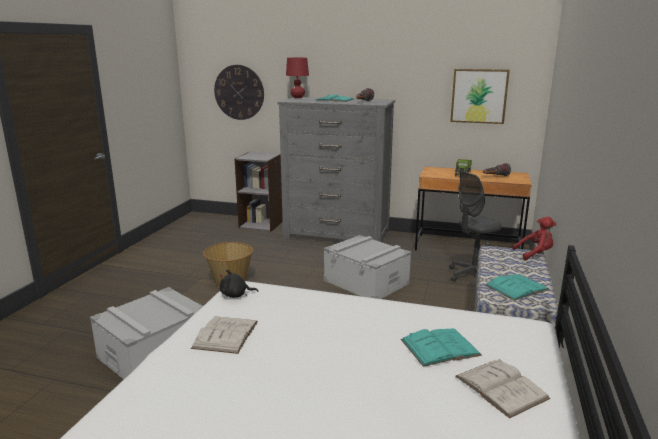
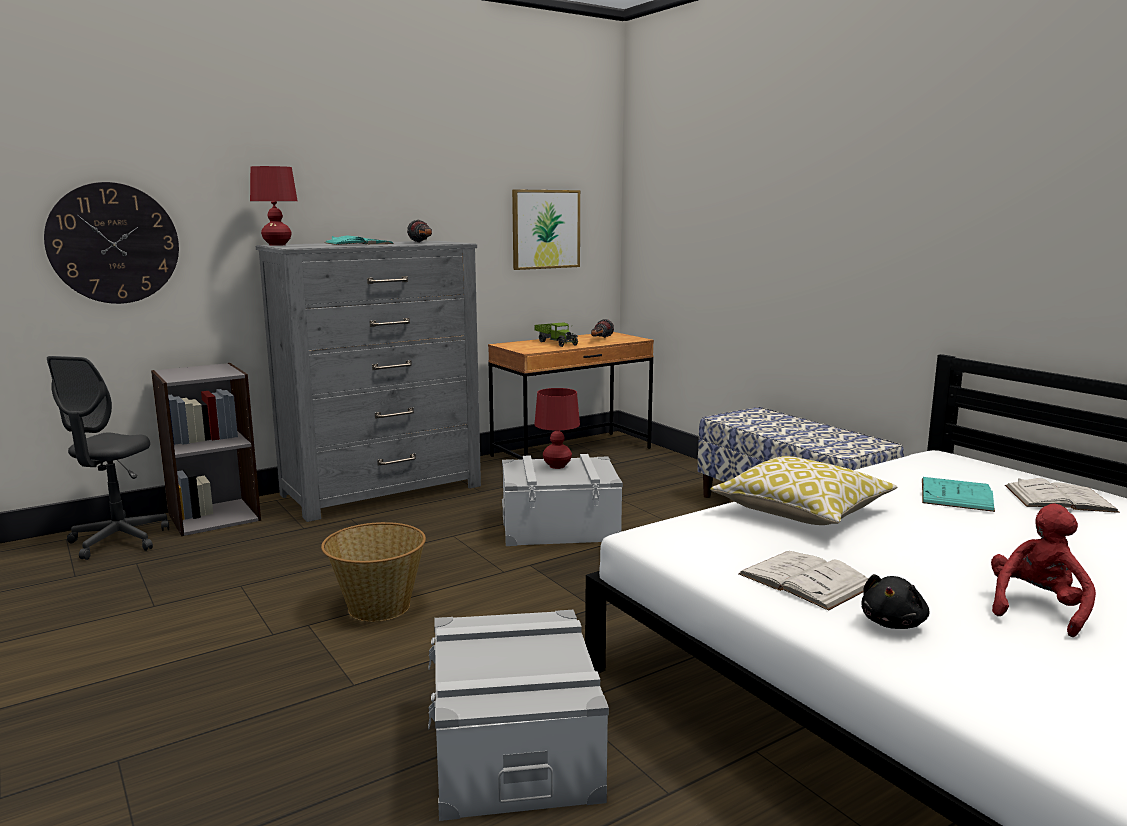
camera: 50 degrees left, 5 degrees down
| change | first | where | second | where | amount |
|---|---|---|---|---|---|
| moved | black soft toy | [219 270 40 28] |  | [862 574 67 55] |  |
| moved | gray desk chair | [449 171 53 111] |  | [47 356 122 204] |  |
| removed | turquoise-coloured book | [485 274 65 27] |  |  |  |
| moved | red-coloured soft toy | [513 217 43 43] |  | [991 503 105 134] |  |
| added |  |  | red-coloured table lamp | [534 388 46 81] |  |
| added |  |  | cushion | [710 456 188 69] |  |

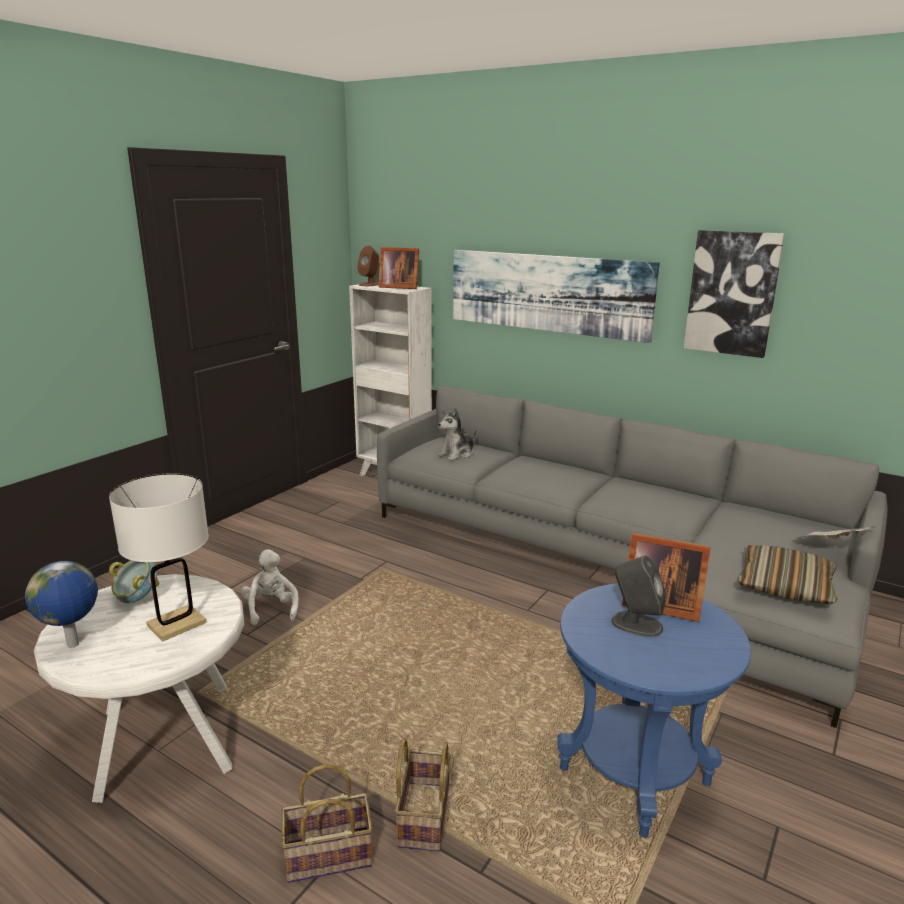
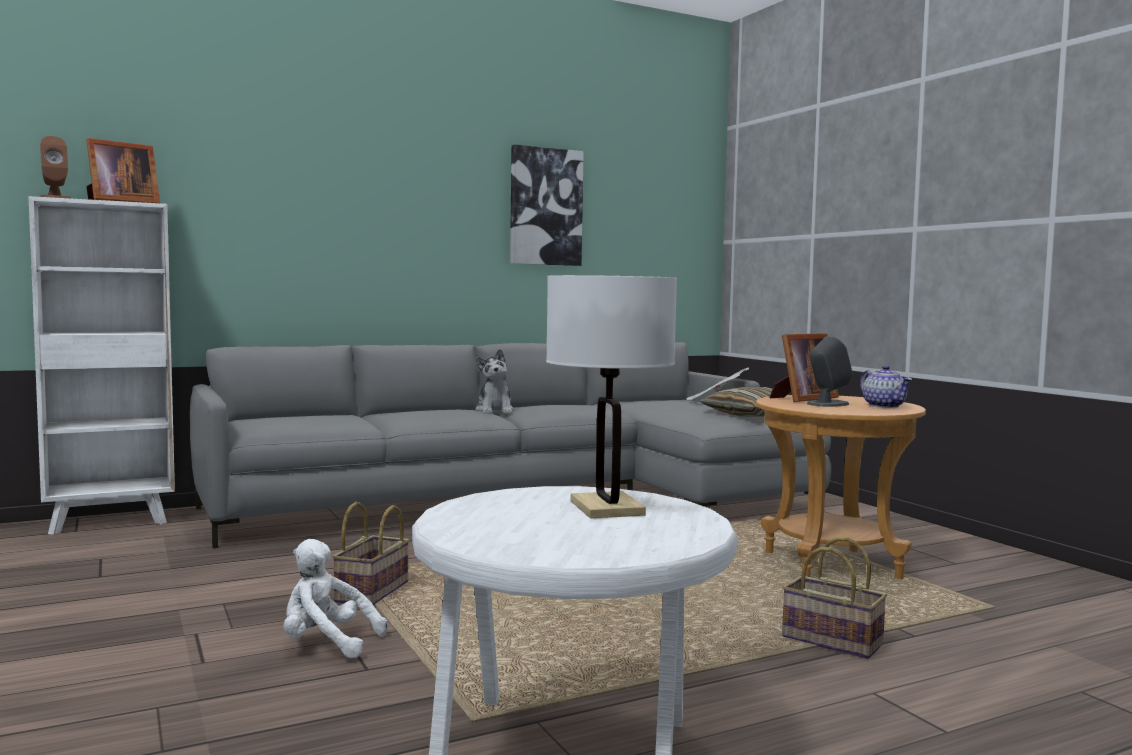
camera: 60 degrees left, 15 degrees down
| change | first | where | second | where | amount |
|---|---|---|---|---|---|
| removed | globe | [25 561 73 87] |  |  |  |
| removed | deep dish | [109 560 50 43] |  |  |  |
| moved | household basket | [281 764 91 119] |  | [332 502 78 104] |  |
| moved | soft toy | [437 408 39 53] |  | [475 349 40 65] |  |
| removed | picture | [453 250 207 93] |  |  |  |
| recoloured | blue end table | [557 583 194 255] | brown end table | [756 395 170 184] |  |
| added |  |  | pot for tea | [860 365 52 43] |  |

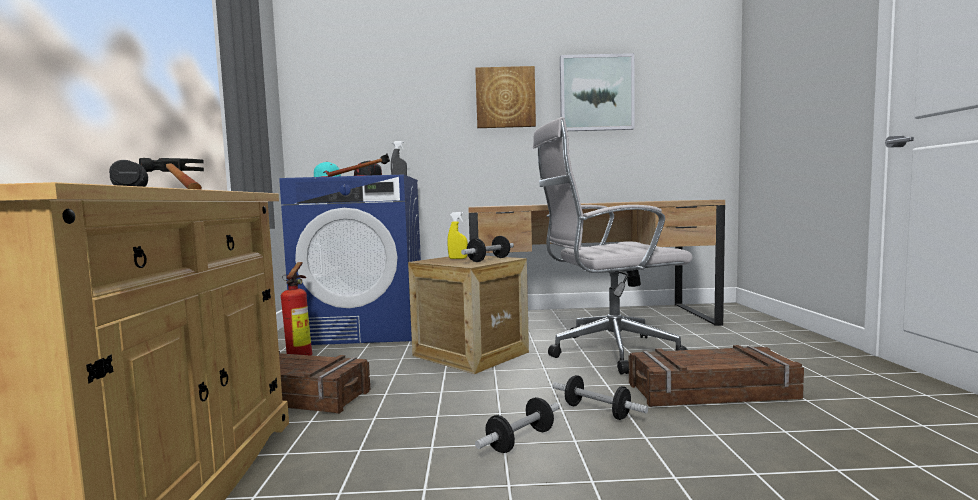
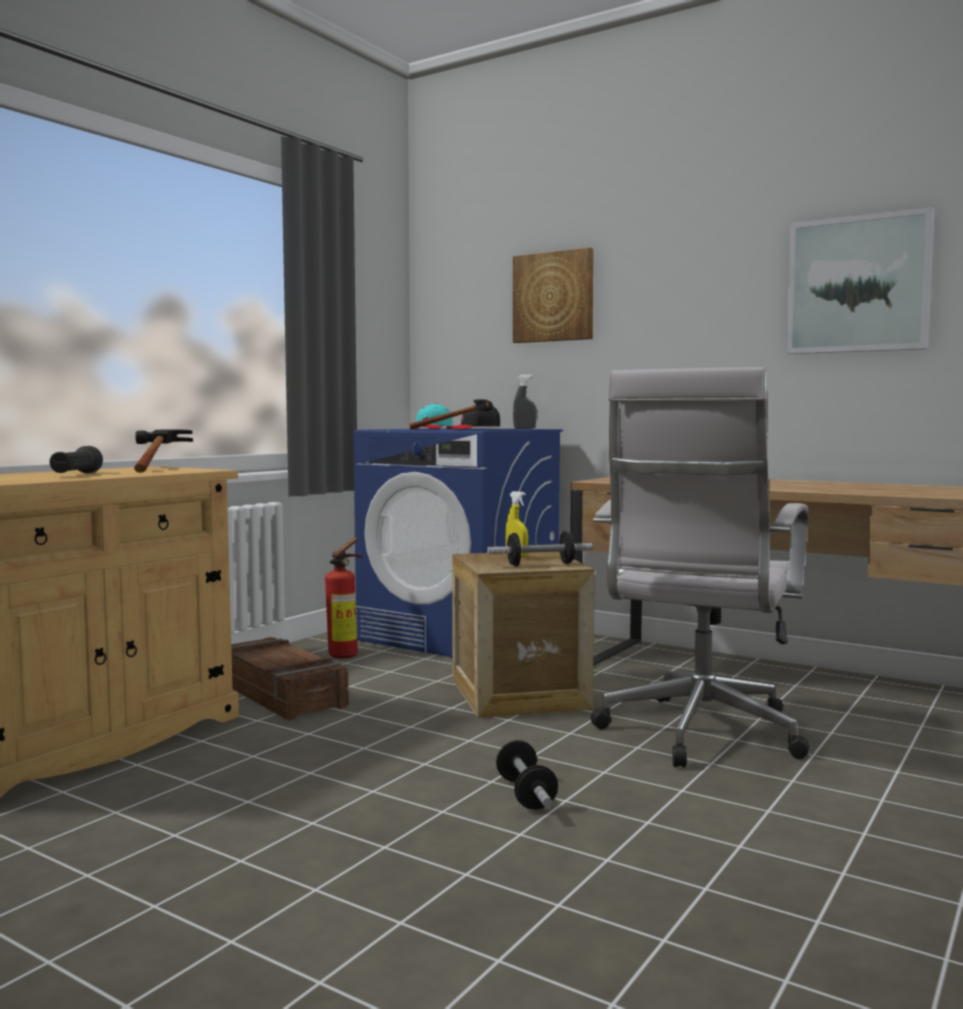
camera: 35 degrees right, 0 degrees up
| change | first | where | second | where | amount |
|---|---|---|---|---|---|
| moved | picture | [475 66 61 62] |  | [513 247 80 96] |  |
| removed | hand weight | [475 397 84 56] |  |  |  |
| turned | white-coloured desk chair | [533 117 160 257] |  | [591 367 219 400] | 90 degrees counterclockwise |
| removed | shipping crate | [629 345 175 62] |  |  |  |

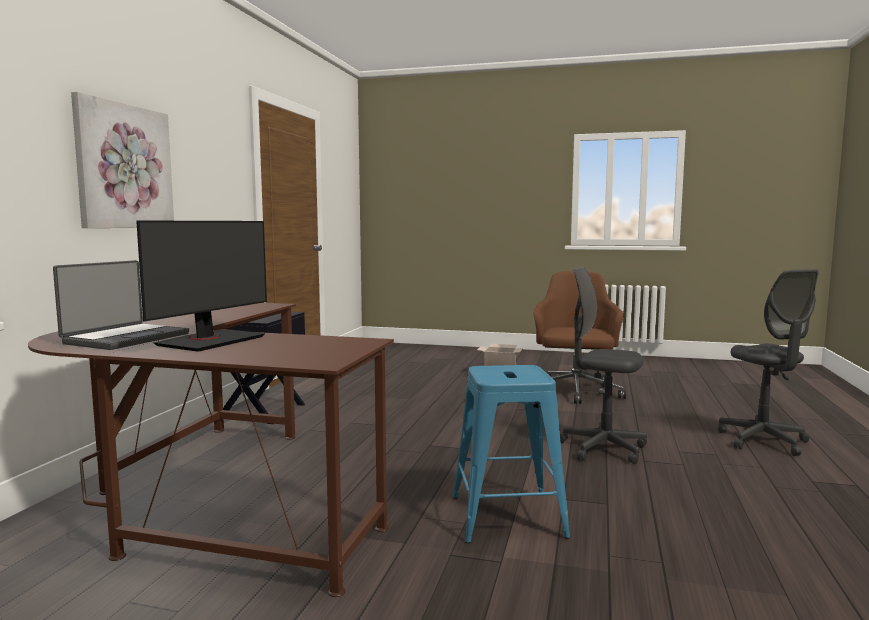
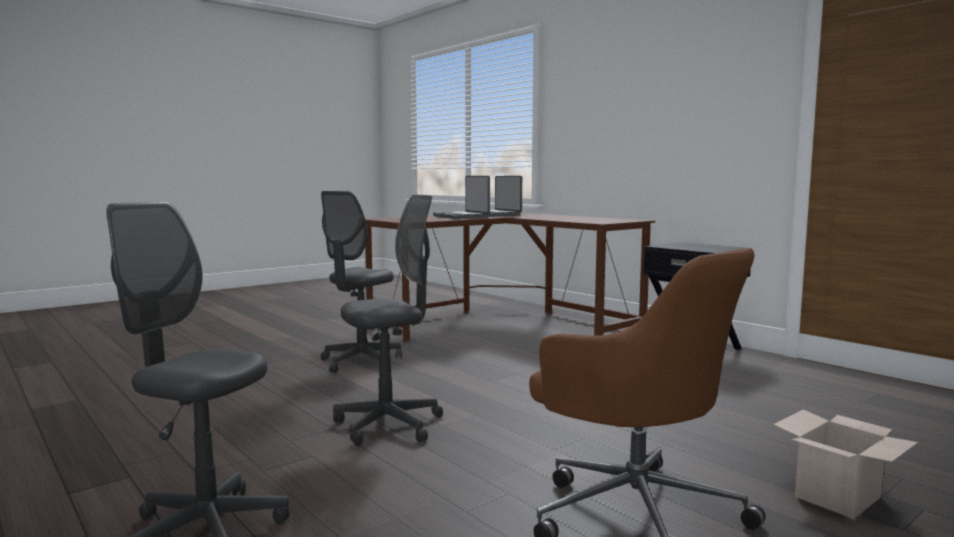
camera: 125 degrees right, 0 degrees up
| change | first | where | second | where | amount |
|---|---|---|---|---|---|
| removed | picture | [71 92 103 136] |  |  |  |
| replaced | computer screen | [136 220 131 132] | laptop | [433 176 57 43] |  |
| replaced | blue stool seat | [453 365 117 178] | gray desk chair | [321 191 81 182] |  |

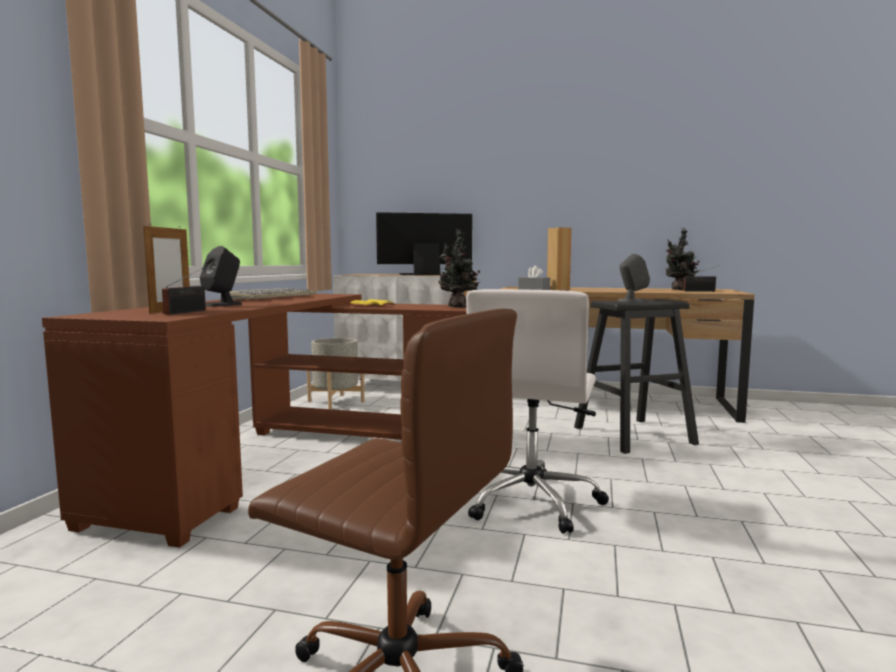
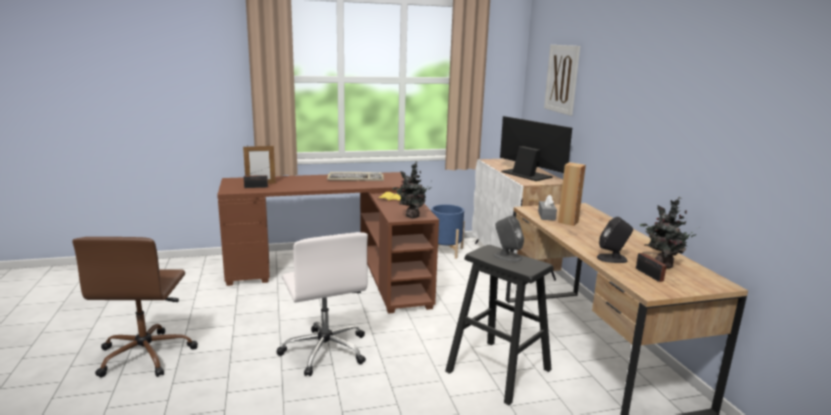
camera: 60 degrees right, 10 degrees up
| change | first | where | second | where | amount |
|---|---|---|---|---|---|
| moved | black loudspeaker | [200 246 42 61] |  | [597 217 36 46] |  |
| recoloured | gray flower pot | [307 338 58 71] | blue flower pot | [431 204 34 55] |  |
| turned | white-coloured desk chair | [466 289 143 245] |  | [276 232 92 144] | 105 degrees counterclockwise |
| added |  |  | picture | [544 45 36 71] |  |

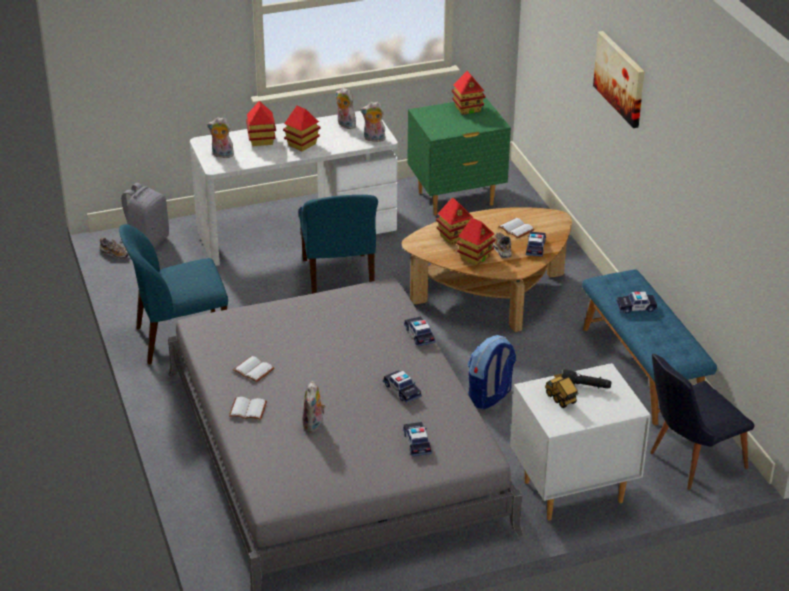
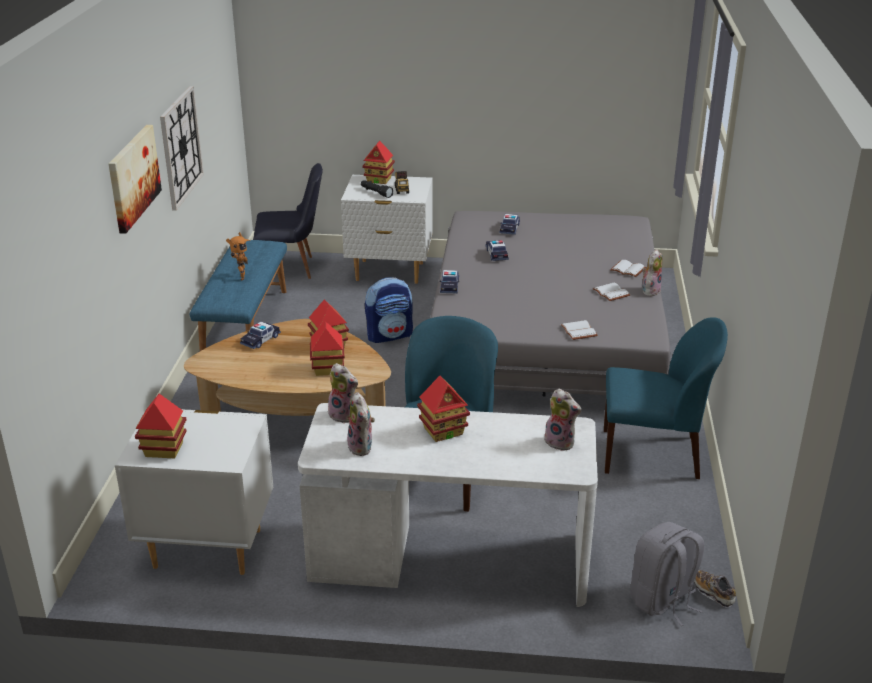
camera: 155 degrees left, 5 degrees down
| change | first | where | second | where | amount |
|---|---|---|---|---|---|
| moved | toy house | [246 101 30 45] |  | [362 141 33 43] |  |
| moved | soft toy | [302 381 24 51] |  | [642 249 21 47] |  |
| recoloured | green bedside table | [407 97 104 119] | white-coloured bedside table | [115 409 158 166] |  |
| removed | shoe | [493 233 19 25] |  |  |  |
| moved | white-coloured book | [498 218 37 21] |  | [561 320 37 20] |  |
| replaced | toy car | [616 291 41 22] | model robot | [226 232 24 49] |  |
| added |  |  | hanging clock | [160 86 44 125] |  |

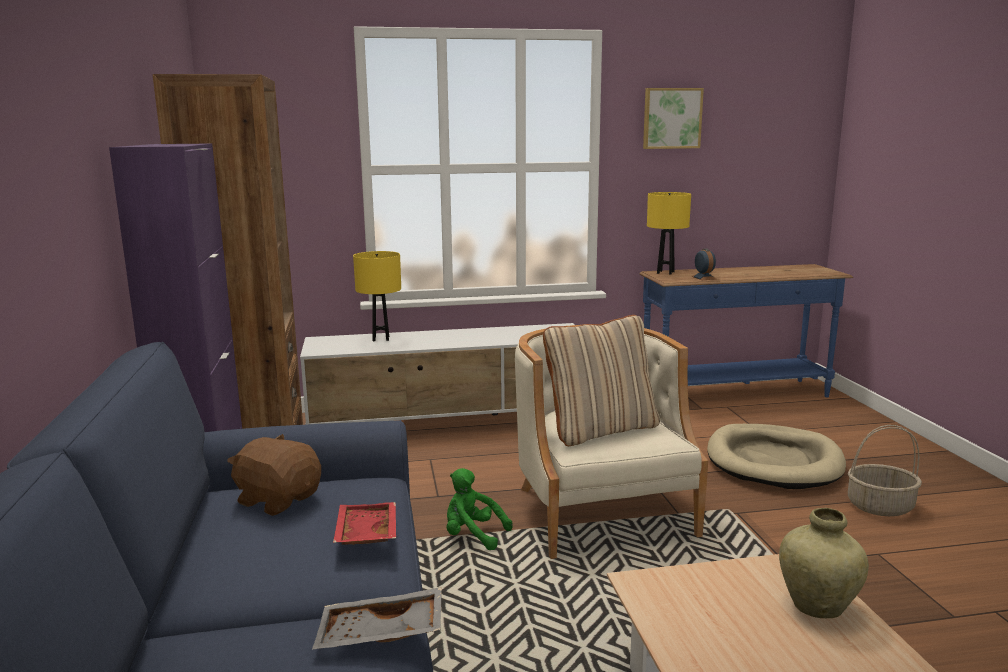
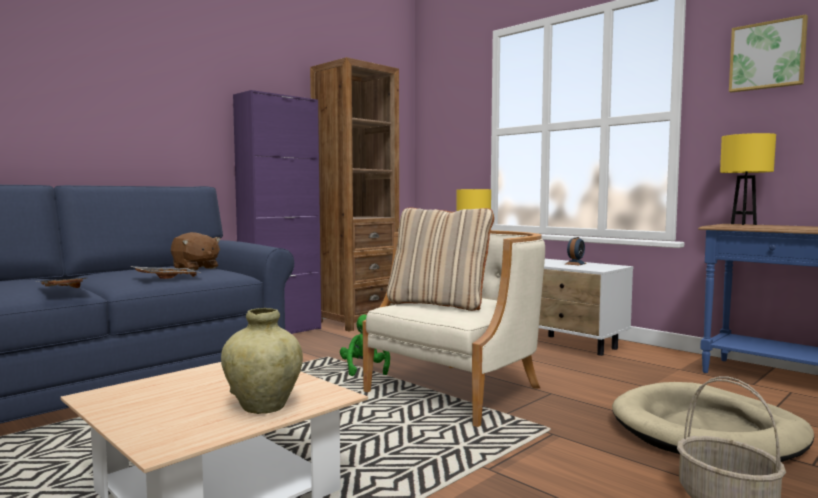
camera: 55 degrees right, 10 degrees down
| change | first | where | second | where | amount |
|---|---|---|---|---|---|
| turned | brown soft toy | [227 434 94 82] |  | [171 232 50 39] | 135 degrees clockwise |
| recoloured | red-coloured carrying tray | [333 502 63 43] | gray carrying tray | [131 266 66 13] |  |
| moved | bedside clock | [692 249 24 31] |  | [566 237 21 28] |  |

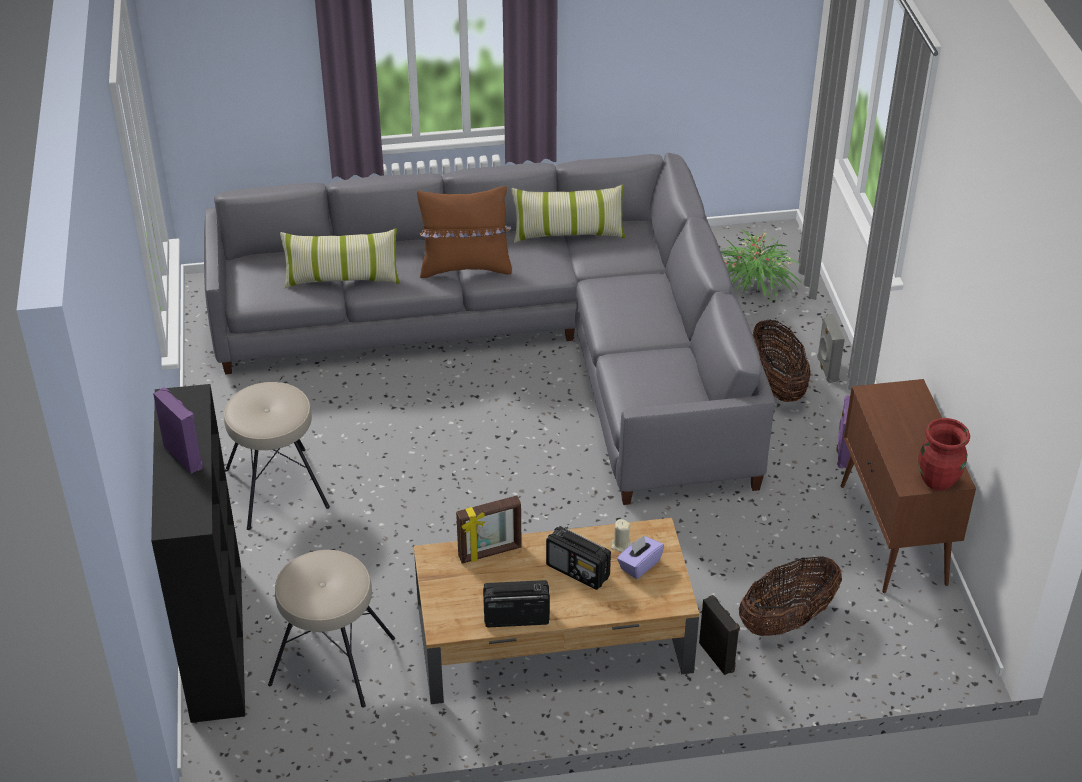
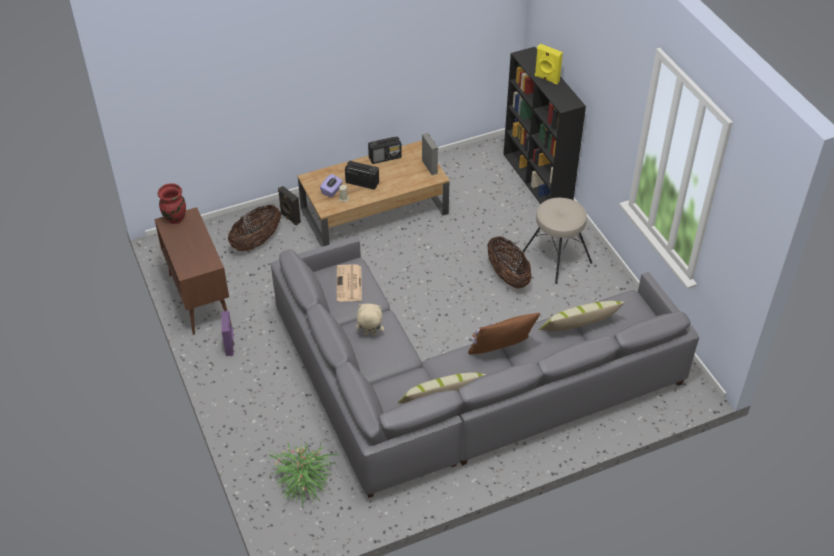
camera: 165 degrees right, 5 degrees up
| change | first | where | second | where | amount |
|---|---|---|---|---|---|
| recoloured | purplish loudspeaker | [153 387 50 87] | yellowish loudspeaker | [535 44 28 41] |  |
| removed | beige-coloured stool seat | [268 550 127 158] |  |  |  |
| removed | standing frame | [456 496 66 67] |  |  |  |
| moved | household basket | [753 320 58 82] |  | [487 237 45 51] |  |
| moved | gray loudspeaker | [817 313 28 70] |  | [422 133 16 42] |  |
| added |  |  | printed paper | [337 265 25 37] |  |
| added |  |  | beige-coloured soft toy | [356 304 28 31] |  |

